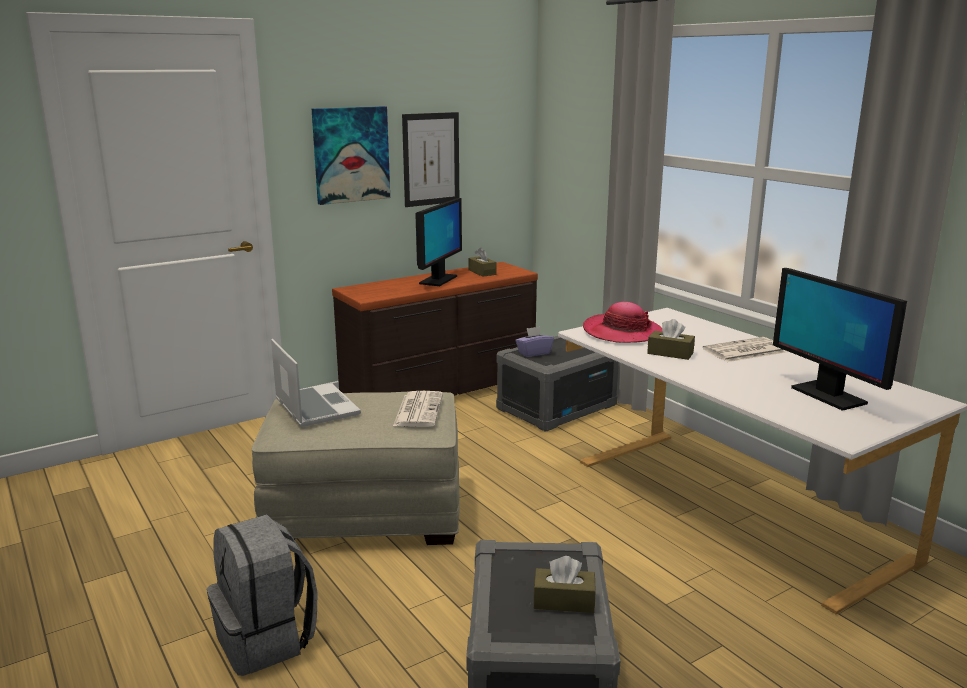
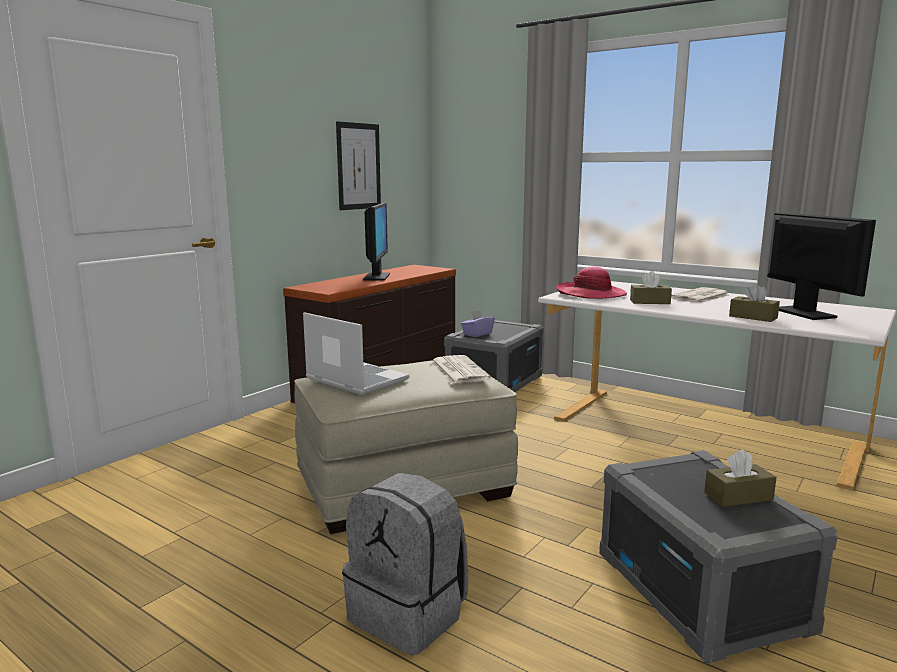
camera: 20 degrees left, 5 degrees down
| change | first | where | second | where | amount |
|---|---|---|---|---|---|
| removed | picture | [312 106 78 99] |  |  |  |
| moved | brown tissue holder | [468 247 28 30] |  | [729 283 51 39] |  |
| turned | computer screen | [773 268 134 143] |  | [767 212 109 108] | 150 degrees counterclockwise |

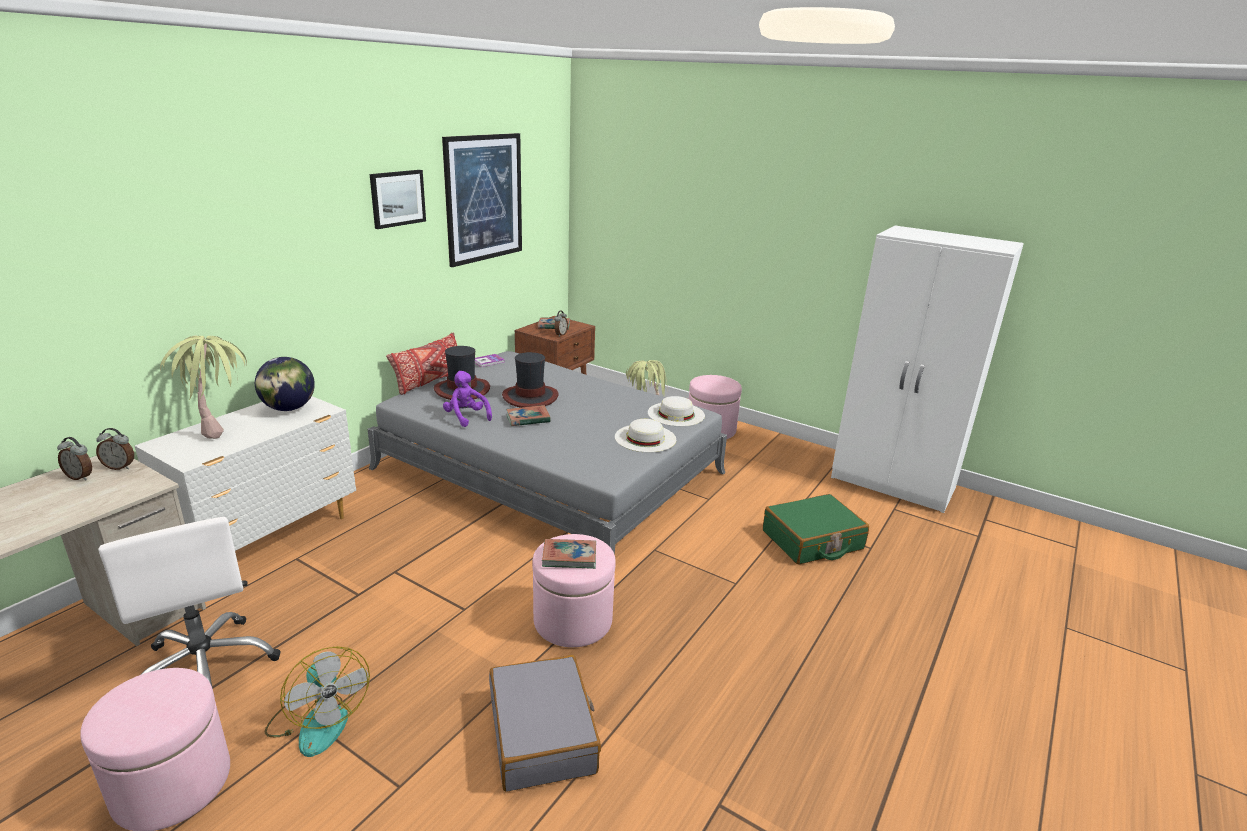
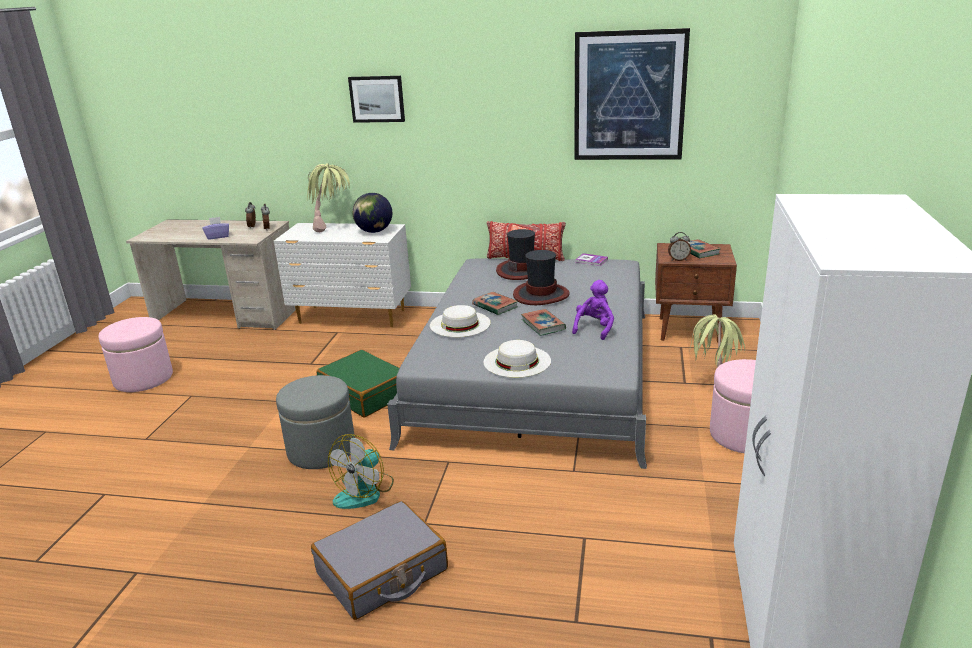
camera: 70 degrees right, 0 degrees up
| change | first | where | second | where | amount |
|---|---|---|---|---|---|
| removed | white-coloured desk chair | [98 517 183 172] |  |  |  |
| moved | electric fan | [264 646 106 111] |  | [328 434 66 75] |  |
| moved | picture | [370 170 56 59] |  | [348 76 57 47] |  |
| moved | purplish soft toy | [443 371 49 56] |  | [572 280 42 60] |  |
| moved | gray suitcase | [489 655 112 137] |  | [311 501 137 119] |  |
| recoloured | pink footrest | [532 534 84 113] | gray footrest | [276 375 79 94] |  |
| moved | book | [542 539 54 30] |  | [521 309 45 27] |  |
| moved | white-coloured hat | [648 396 57 30] |  | [430 305 61 32] |  |
| moved | green suitcase | [763 494 106 70] |  | [317 350 83 67] |  |
| added |  |  | purplish tissue holder | [202 217 27 23] |  |

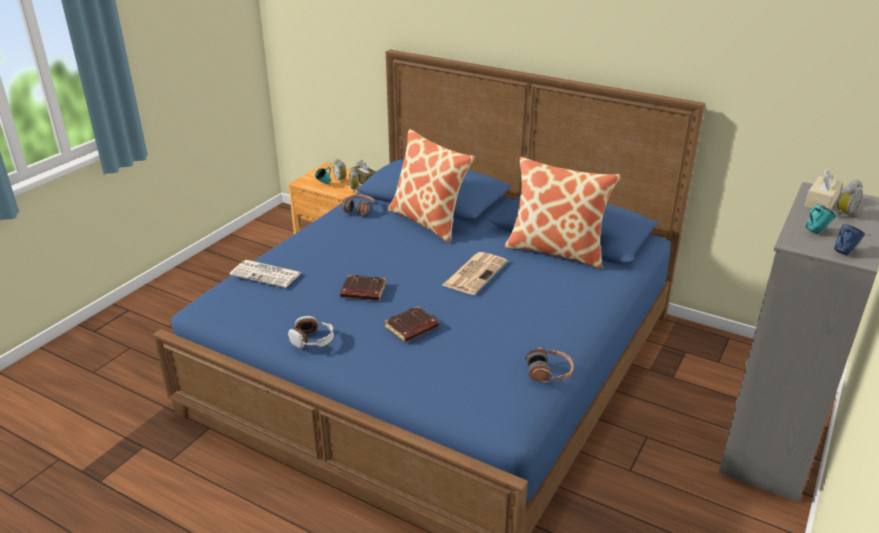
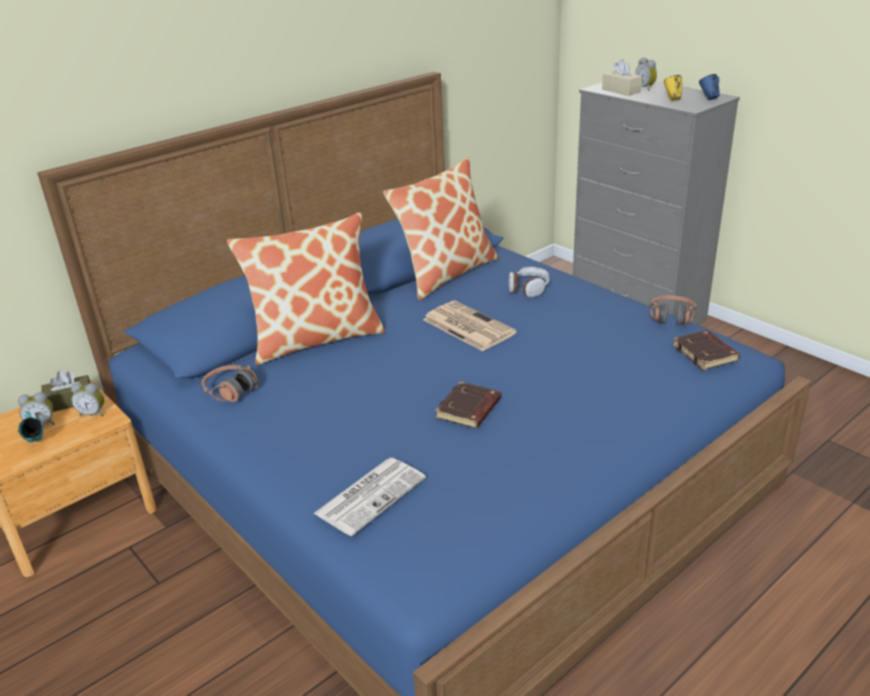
camera: 70 degrees left, 0 degrees up
| change | first | where | second | where | amount |
|---|---|---|---|---|---|
| moved | pair of headphones | [288 316 46 32] |  | [508 267 42 30] |  |
| moved | brown book | [384 306 55 36] |  | [672 330 68 40] |  |
| recoloured | turquoise-coloured mug | [805 204 31 31] | yellowish mug | [664 75 18 26] |  |

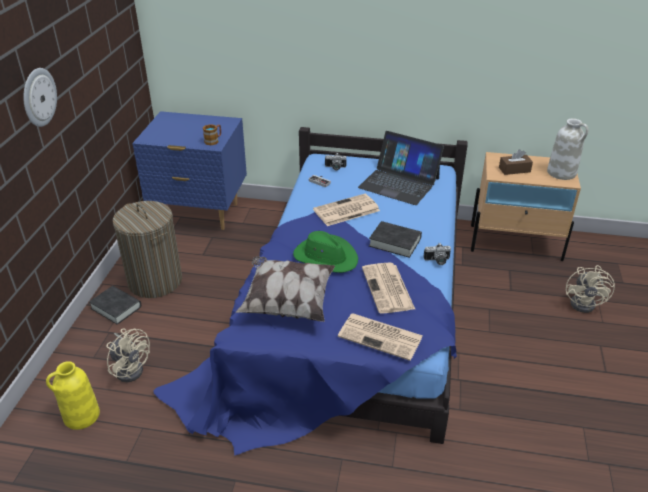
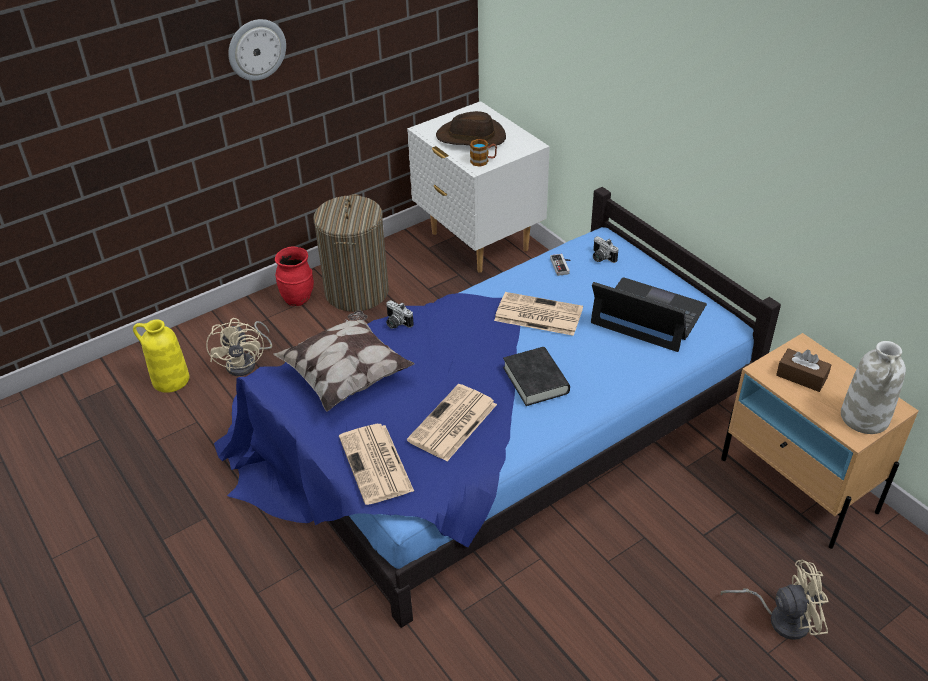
camera: 45 degrees right, 5 degrees up
| change | first | where | second | where | amount |
|---|---|---|---|---|---|
| replaced | black book | [89 286 52 39] | red-coloured decorative vase | [275 246 39 60] |  |
| recoloured | blue bedside table | [132 111 115 119] | white-coloured bedside table | [407 101 143 172] |  |
| removed | green hat | [293 231 65 42] |  |  |  |
| turned | laptop | [358 131 86 74] |  | [591 277 116 75] | 135 degrees clockwise |
| moved | still camera | [424 243 27 22] |  | [386 300 28 29] |  |
| turned | beige-coloured electric fan | [566 265 49 48] |  | [720 560 109 80] | 150 degrees counterclockwise |
| added |  |  | brown hat | [436 111 70 36] |  |

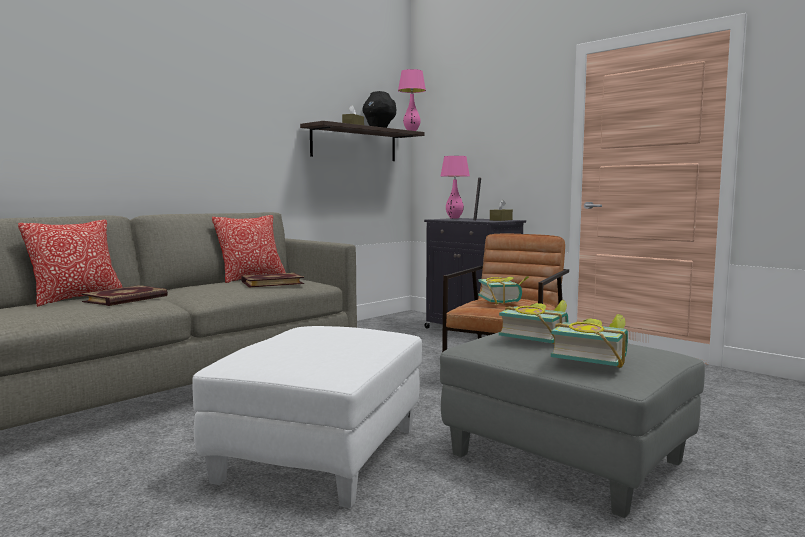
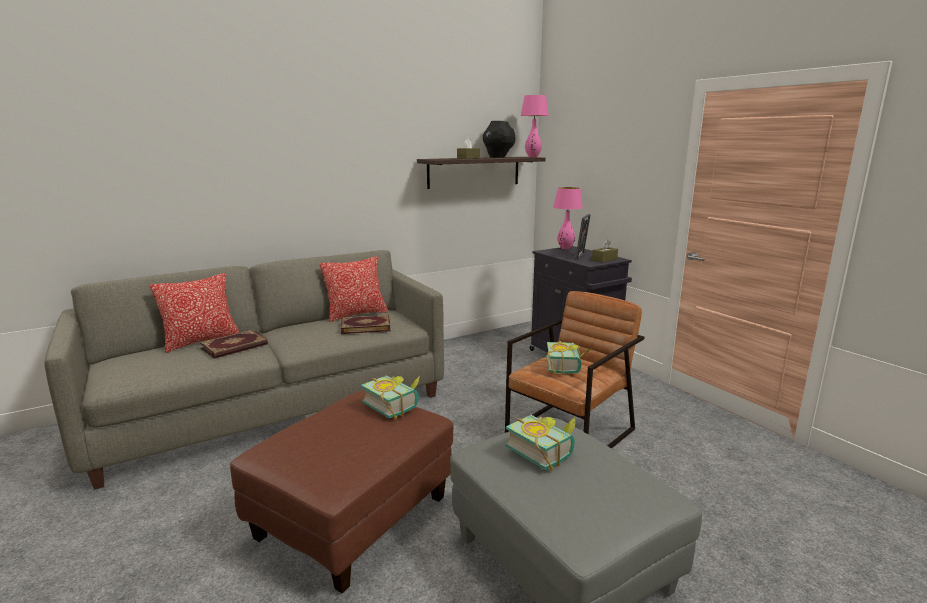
camera: 15 degrees right, 10 degrees up
| change | first | where | second | where | amount |
|---|---|---|---|---|---|
| recoloured | white-coloured footrest | [192 326 230 182] | brown footrest | [230 391 223 202] |  |
| moved | book | [551 314 77 54] |  | [361 375 59 44] |  |

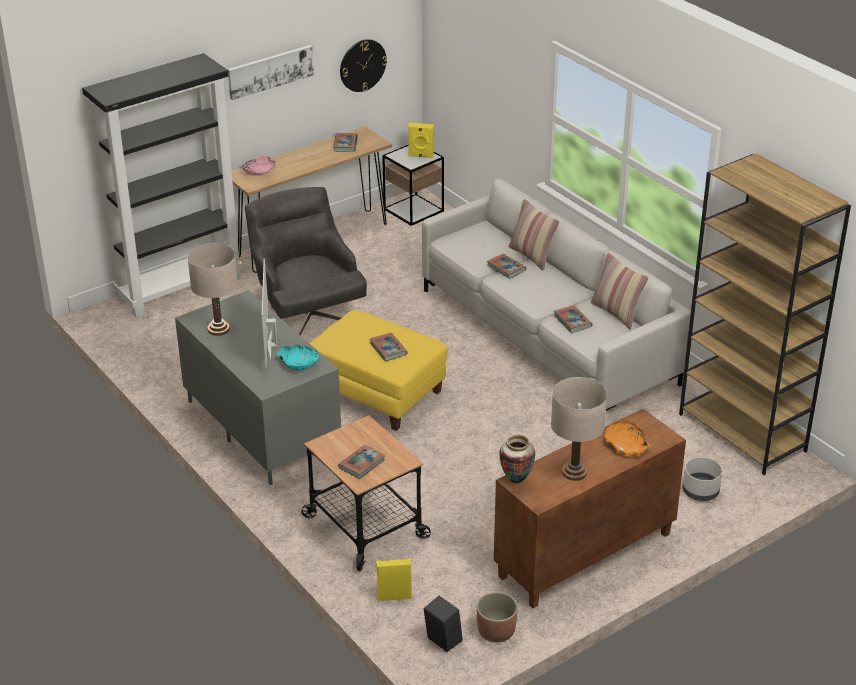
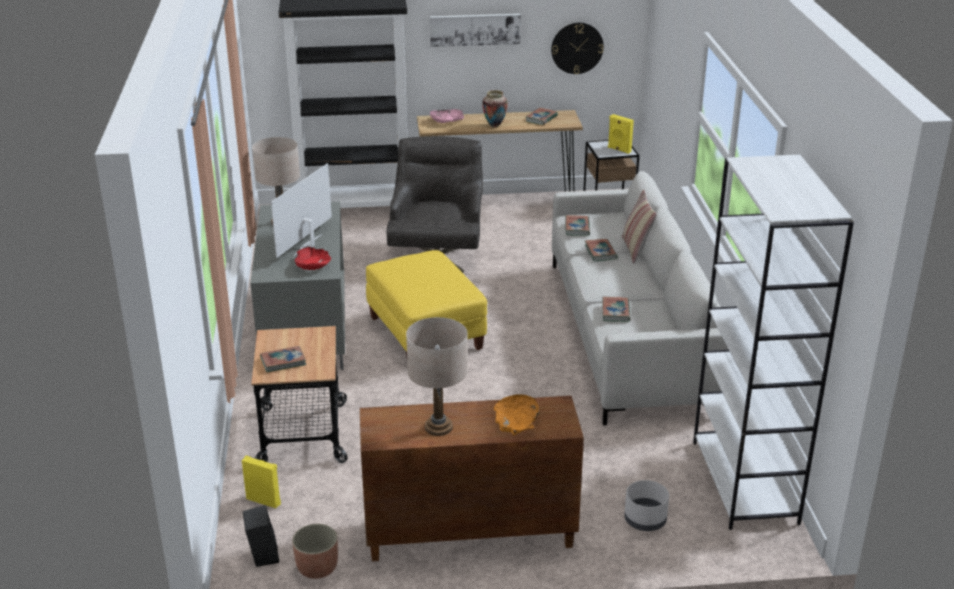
camera: 30 degrees right, 5 degrees down
| change | first | where | second | where | amount |
|---|---|---|---|---|---|
| recoloured | turquoise-coloured deep dish | [277 345 42 26] | red-coloured deep dish | [295 247 36 23] |  |
| moved | book | [370 333 38 28] |  | [566 215 24 21] |  |
| moved | decorative vase | [499 435 36 49] |  | [482 90 26 38] |  |
| removed | cushion | [590 253 58 76] |  |  |  |
| recoloured | brown bookcase | [679 154 172 321] | white-coloured bookcase | [693 155 161 375] |  |

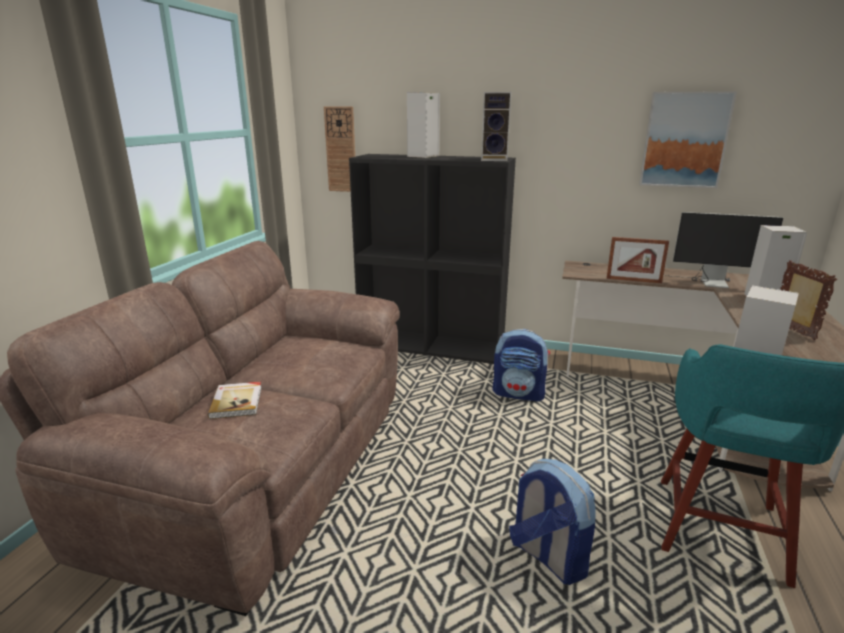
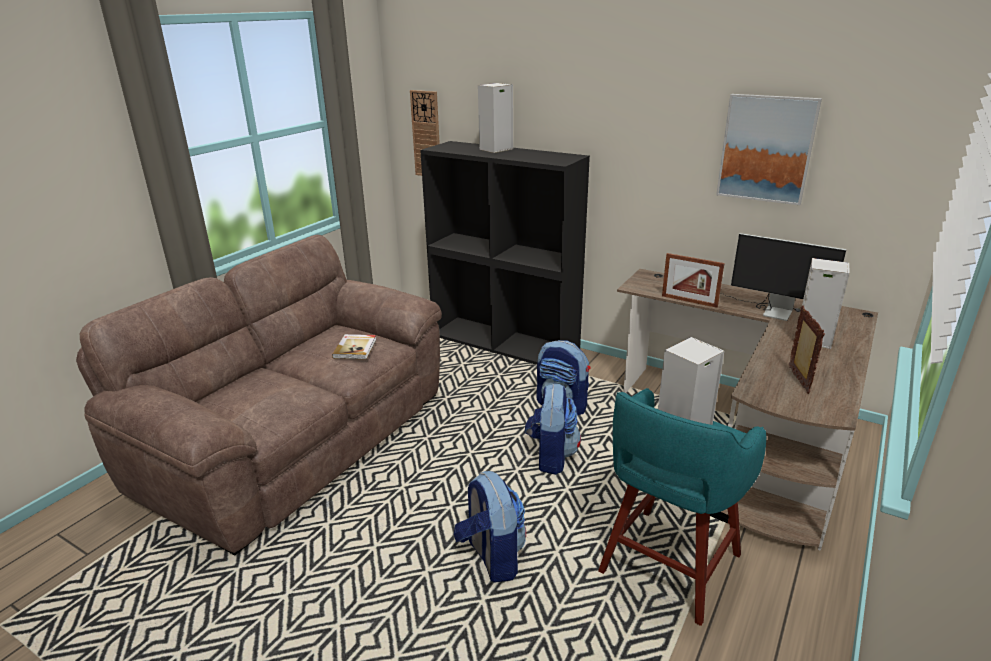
camera: 15 degrees right, 5 degrees up
| change | first | where | second | where | amount |
|---|---|---|---|---|---|
| moved | book | [208 382 54 37] |  | [332 334 44 25] |  |
| removed | loudspeaker | [481 92 30 69] |  |  |  |
| added |  |  | backpack | [525 384 56 91] |  |

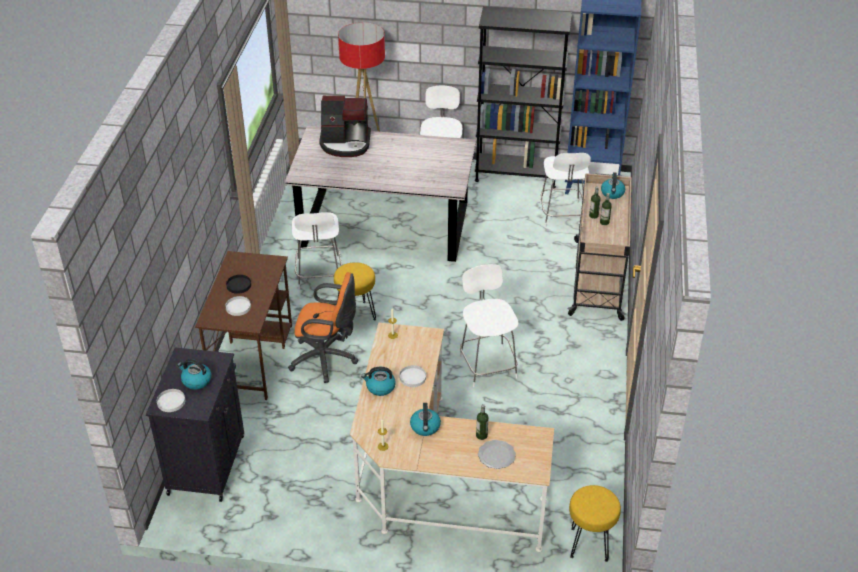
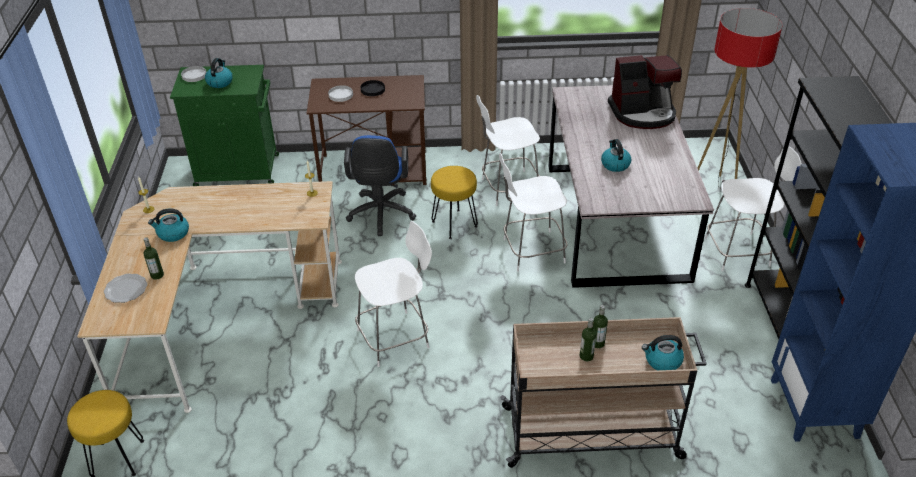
camera: 80 degrees right, 0 degrees up
| change | first | where | second | where | amount |
|---|---|---|---|---|---|
| recoloured | black cupboard | [146 347 99 155] | green cupboard | [170 65 109 121] |  |
| recoloured | orange-coloured desk chair | [288 272 70 111] | blue desk chair | [344 135 72 101] |  |
| turned | coffee machine | [319 96 52 61] |  | [608 55 74 74] | 90 degrees counterclockwise |
| moved | water kettle | [361 367 35 29] |  | [601 139 30 33] |  |
| removed | white-coloured flat dish | [400 365 26 22] |  |  |  |
| moved | white-coloured chair | [540 153 51 74] |  | [499 153 68 119] |  |

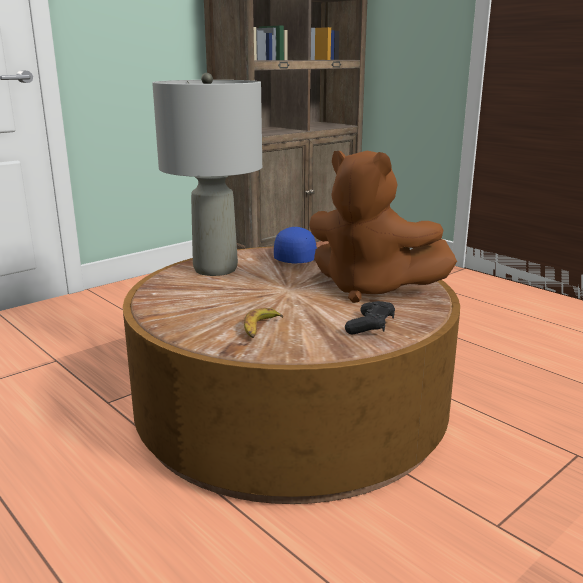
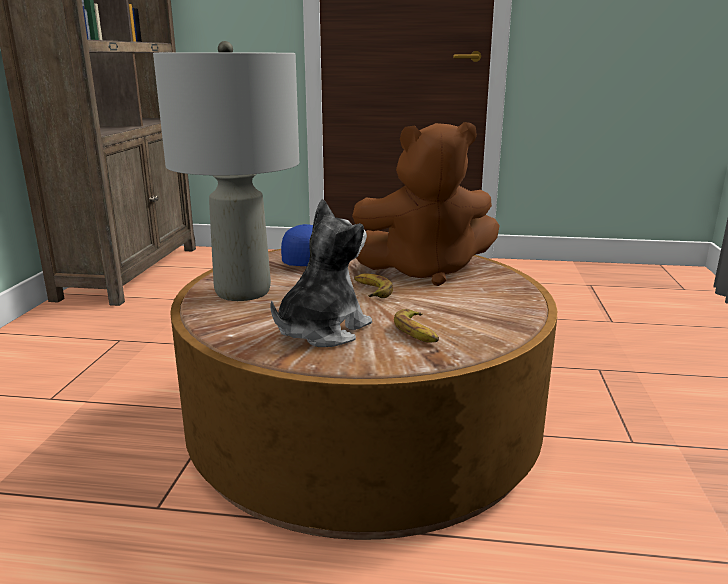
camera: 40 degrees left, 0 degrees up
| change | first | where | second | where | amount |
|---|---|---|---|---|---|
| removed | black joypad | [345 301 50 33] |  |  |  |
| added |  |  | soft toy | [270 199 102 148] |  |
| added |  |  | banana | [354 274 39 24] |  |

